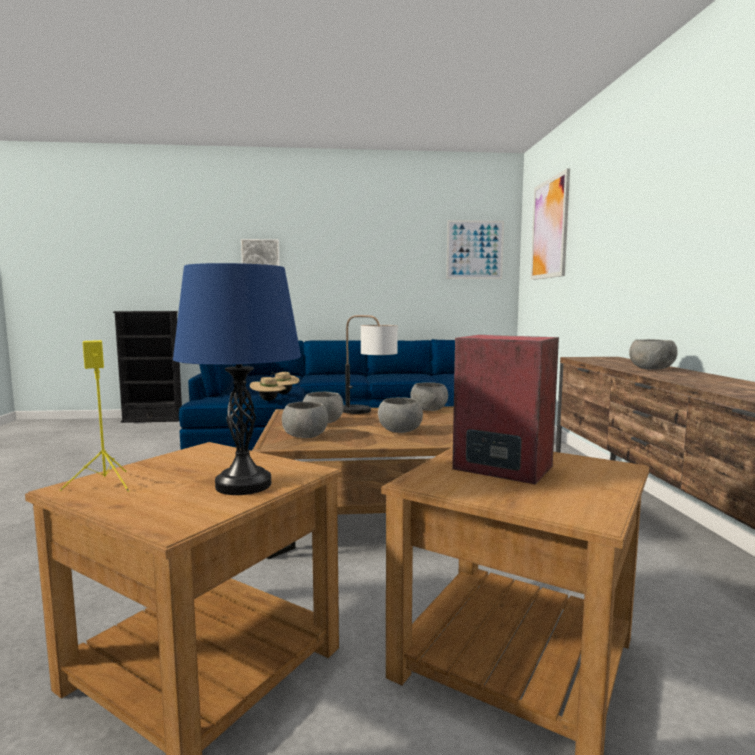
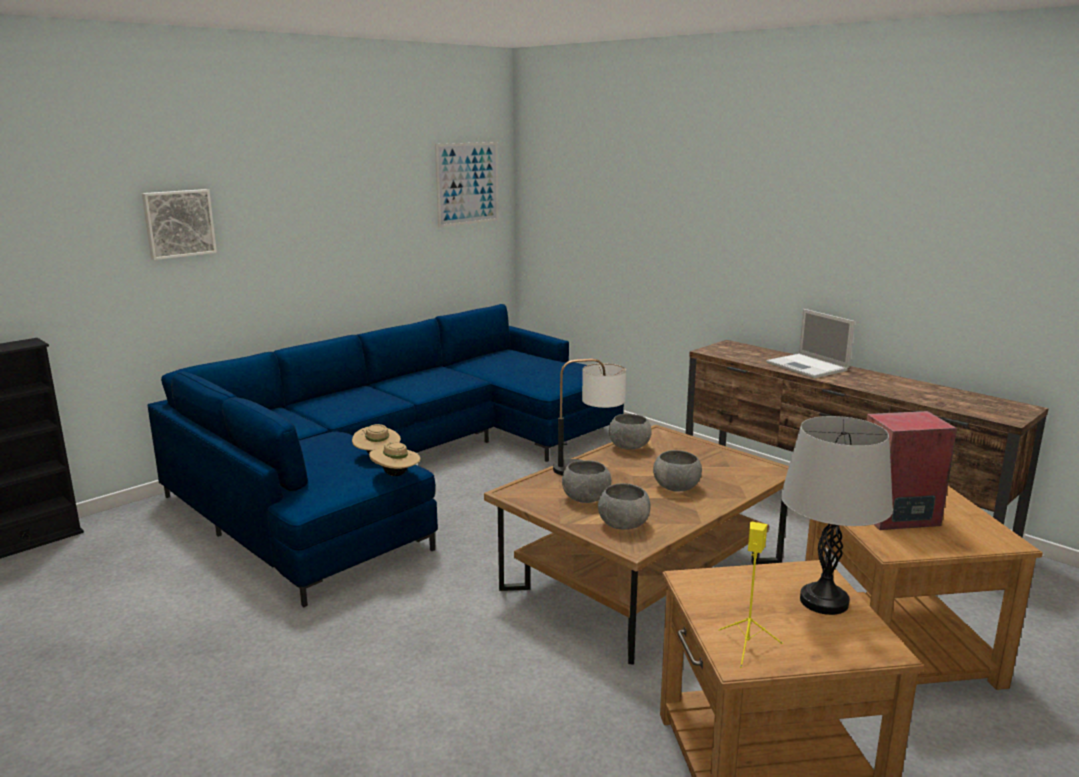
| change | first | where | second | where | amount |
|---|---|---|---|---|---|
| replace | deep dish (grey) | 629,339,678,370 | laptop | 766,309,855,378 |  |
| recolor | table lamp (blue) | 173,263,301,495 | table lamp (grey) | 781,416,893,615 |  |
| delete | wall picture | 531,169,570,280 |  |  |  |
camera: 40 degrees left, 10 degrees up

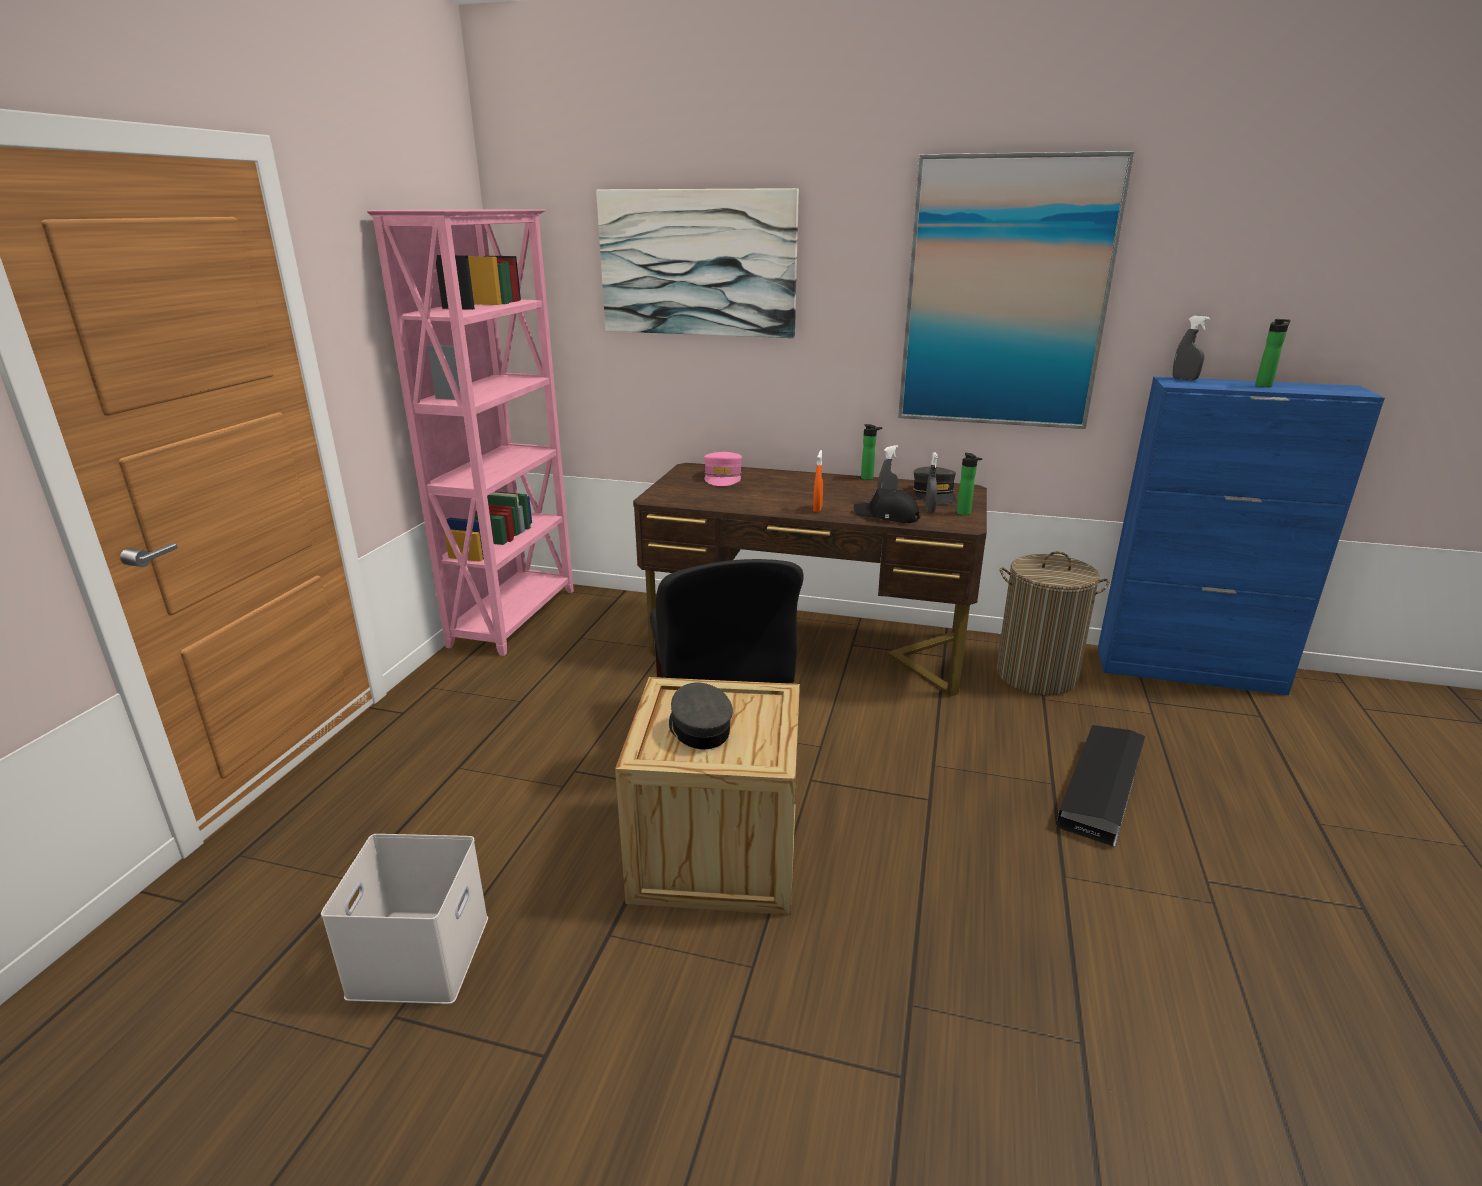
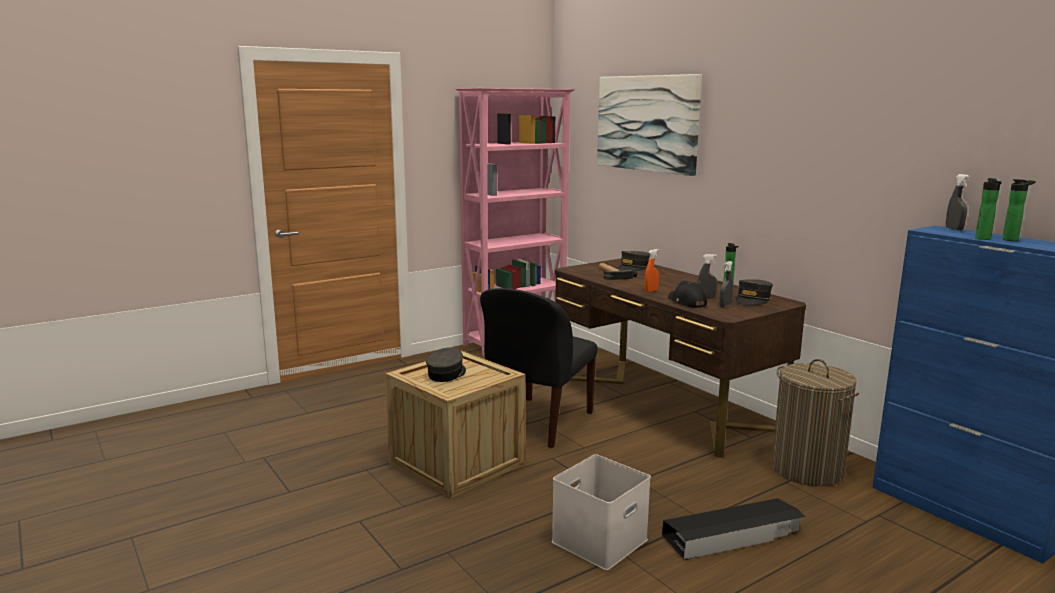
| change | first | where | second | where | amount |
|---|---|---|---|---|---|
| move | storage box (white-coloured) | 321,834,488,1004 |  | 552,454,651,570 |  |
| insert |  |  | hammer | 599,263,637,280 |  |
| recolor | baseball cap (pinkish) | 704,452,742,486 | baseball cap (grey) | 617,251,650,271 |  |
| move | drink bottle | 957,453,982,515 |  | 975,178,1002,240 |  |
| delete | wall picture | 898,151,1134,429 |  |  |  |
camera: 40 degrees right, 10 degrees down

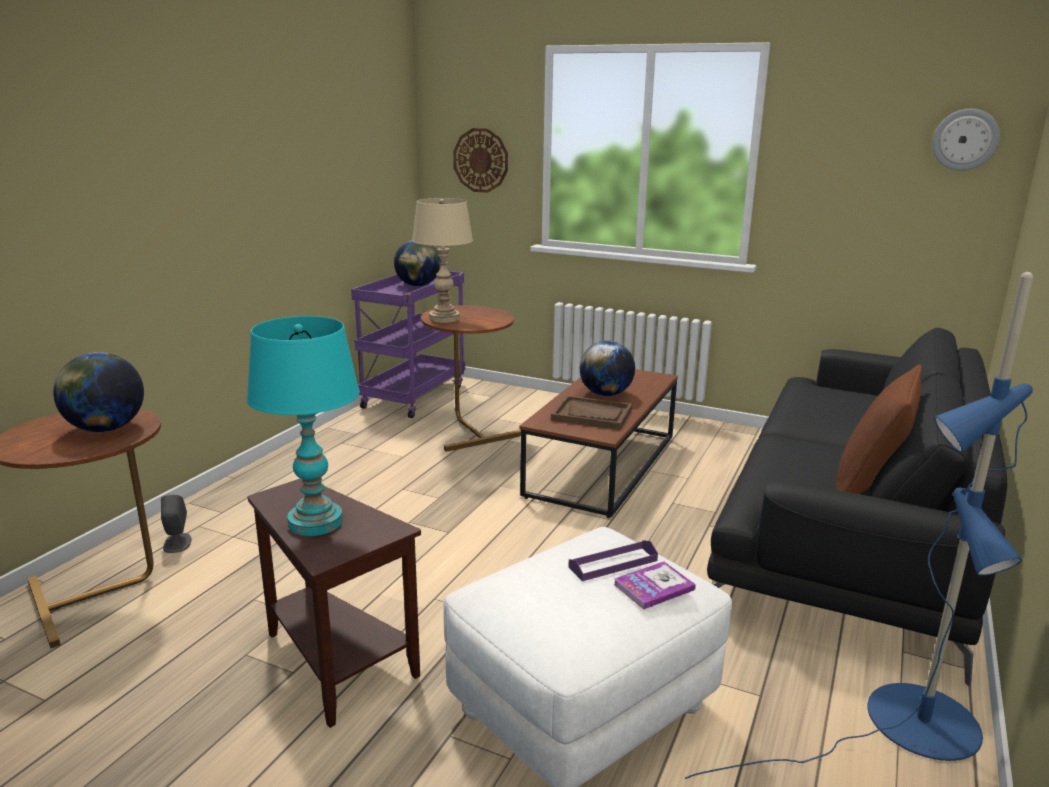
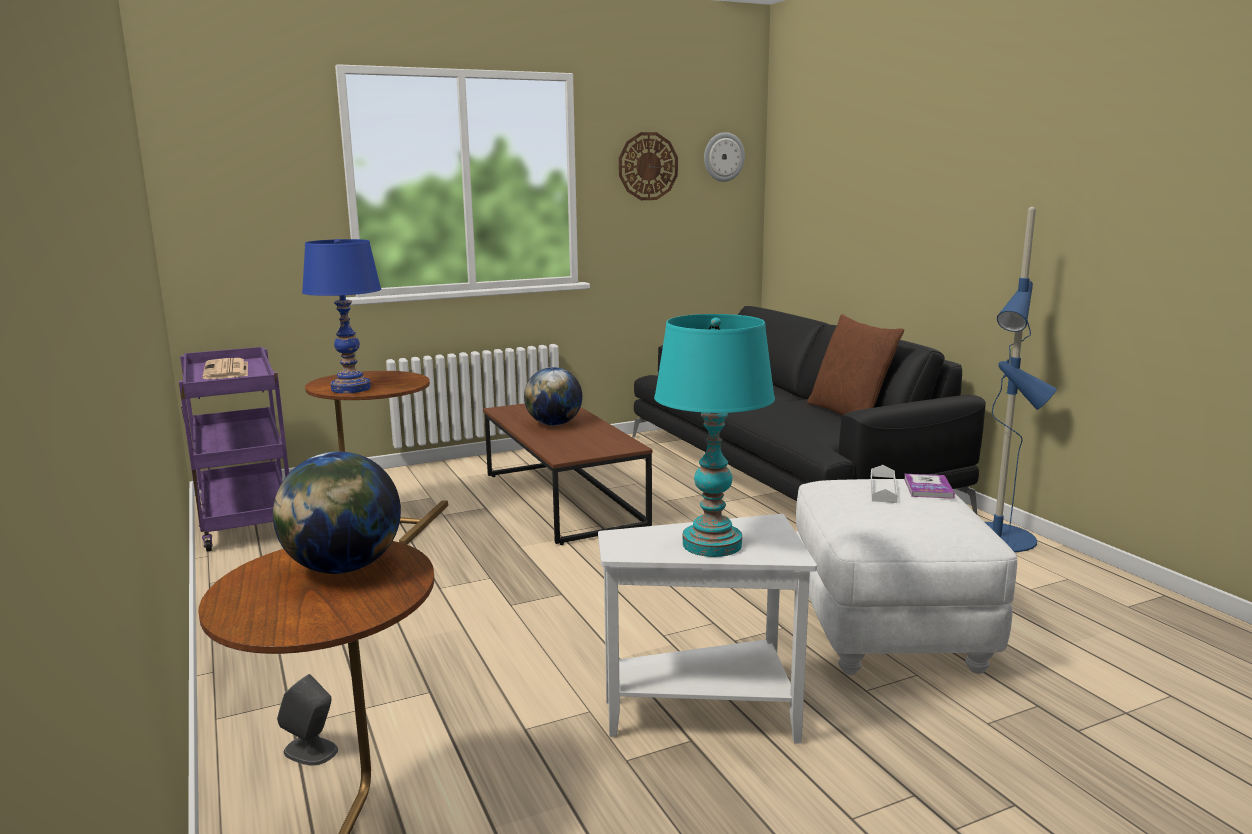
| change | first | where | second | where | amount |
|---|---|---|---|---|---|
| replace | globe | 394,240,440,286 | daily paper | 203,358,248,379 |  |
| recolor | table lamp (beige-coloured) | 412,198,473,323 | table lamp (blue) | 302,239,381,393 |  |
| recolor | end table (brown-coloured) | 248,478,421,728 | end table (white-coloured) | 598,514,817,744 |  |
| move | clock on the wall | 453,128,508,193 |  | 619,132,678,200 |  |
| recolor | carrying tray (purplish) | 568,540,658,581 | carrying tray (white-coloured) | 871,465,898,503 |  |
| delete | carrying tray (brown-coloured) | 551,396,632,430 |  |  |  |
camera: 50 degrees left, 5 degrees down

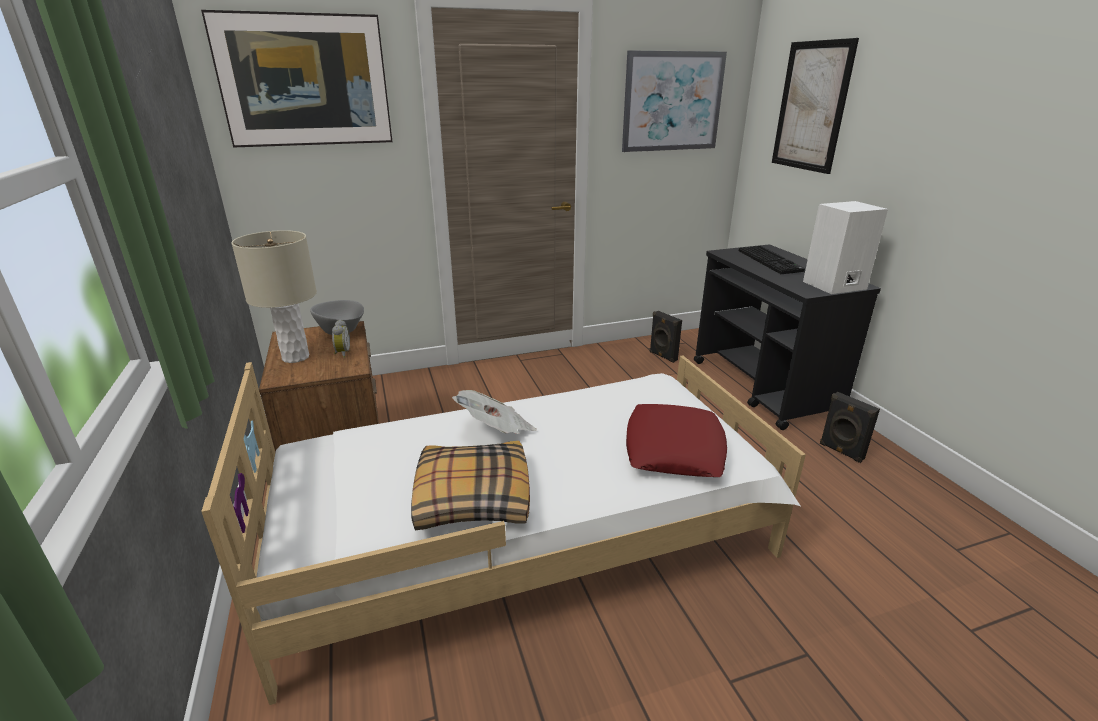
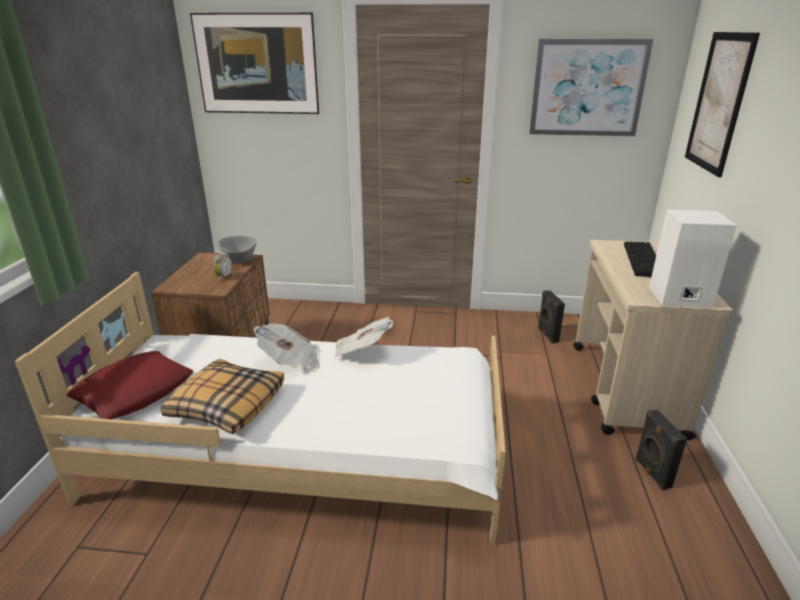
| change | first | where | second | where | amount |
|---|---|---|---|---|---|
| move | throw pillow (red) | 626,404,727,477 |  | 66,351,193,419 |  |
| insert |  |  | daily paper | 335,317,393,357 |  |
| recolor | trolley (black) | 694,245,881,430 | trolley (beige-coloured) | 573,240,733,440 |  |
| delete | table lamp (beige-coloured) | 231,230,317,363 |  |  |  |
camera: 25 degrees right, 0 degrees up

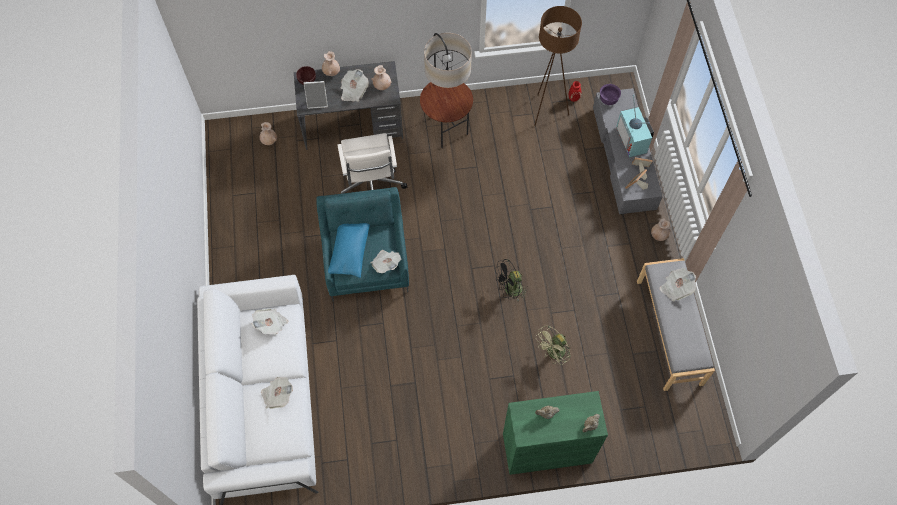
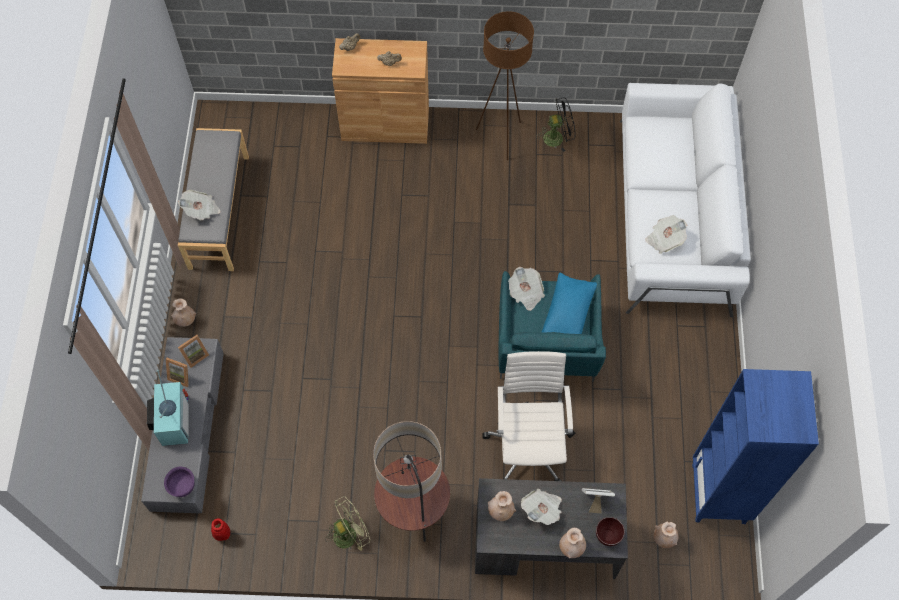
| change | first | where | second | where | amount |
|---|---|---|---|---|---|
| move | electric fan (greenish) | 535,326,571,364 |  | 325,496,370,551 |  |
| recolor | cupboard (greenish) | 503,391,608,475 | cupboard (brown-coloured) | 332,38,429,144 |  |
| move | standard lamp (brown-coloured) | 534,6,582,126 |  | 476,11,534,160 |  |
| move | electric fan (black) | 495,259,529,301 |  | 538,98,576,152 |  |
| insert |  |  | bookshelf (blue) | 692,369,819,524 |  |
| delete | daily paper | 261,377,293,409 |  |  |  |
camera: 170 degrees left, 0 degrees up

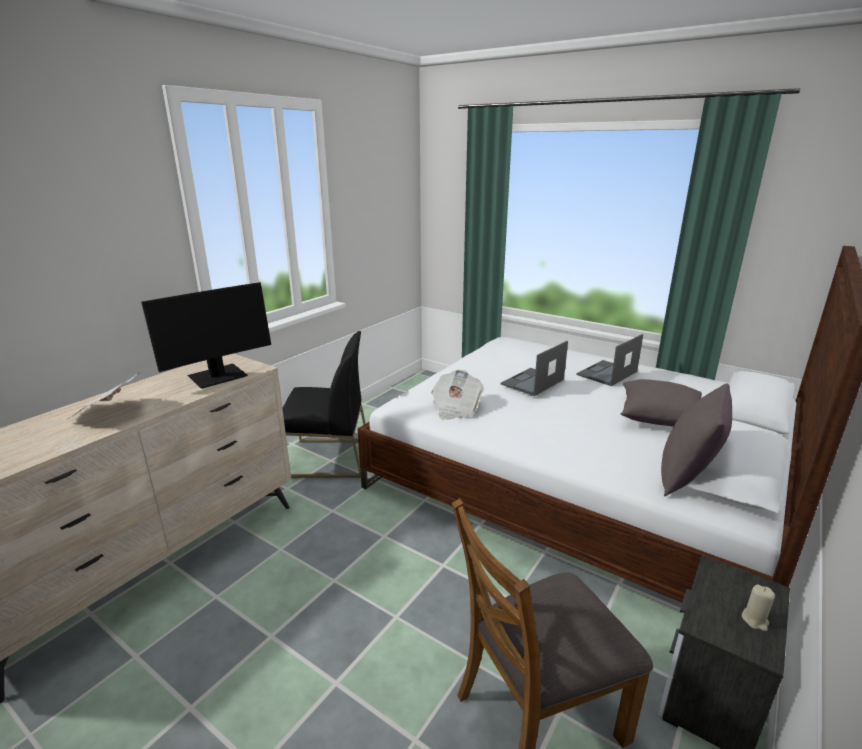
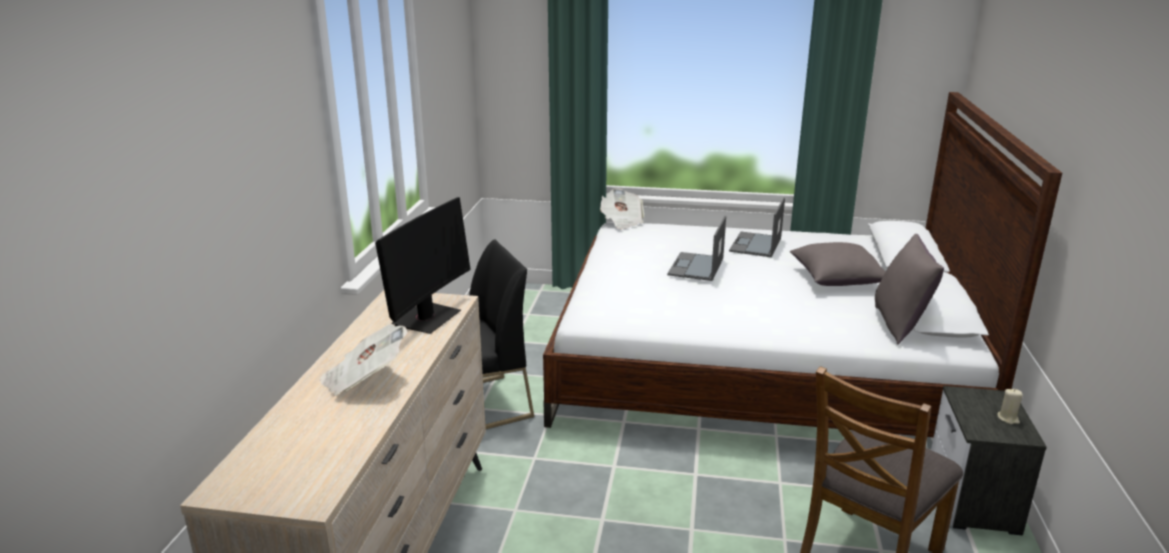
| change | first | where | second | where | amount |
|---|---|---|---|---|---|
| move | daily paper | 431,370,484,420 |  | 600,188,644,230 |  |
camera: 25 degrees left, 0 degrees up

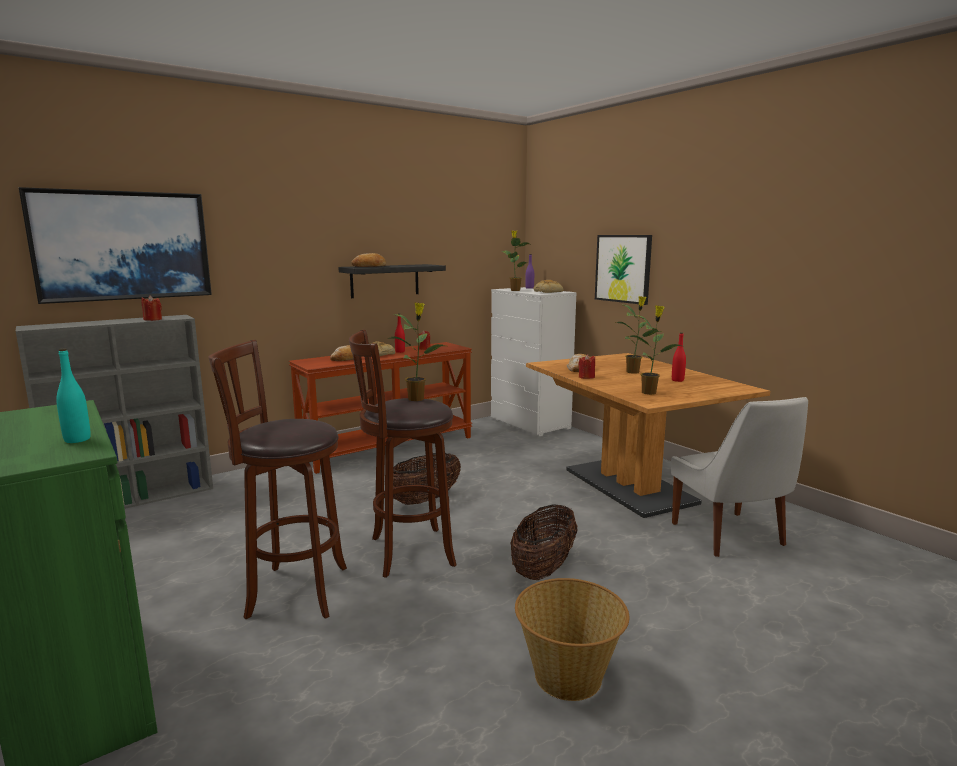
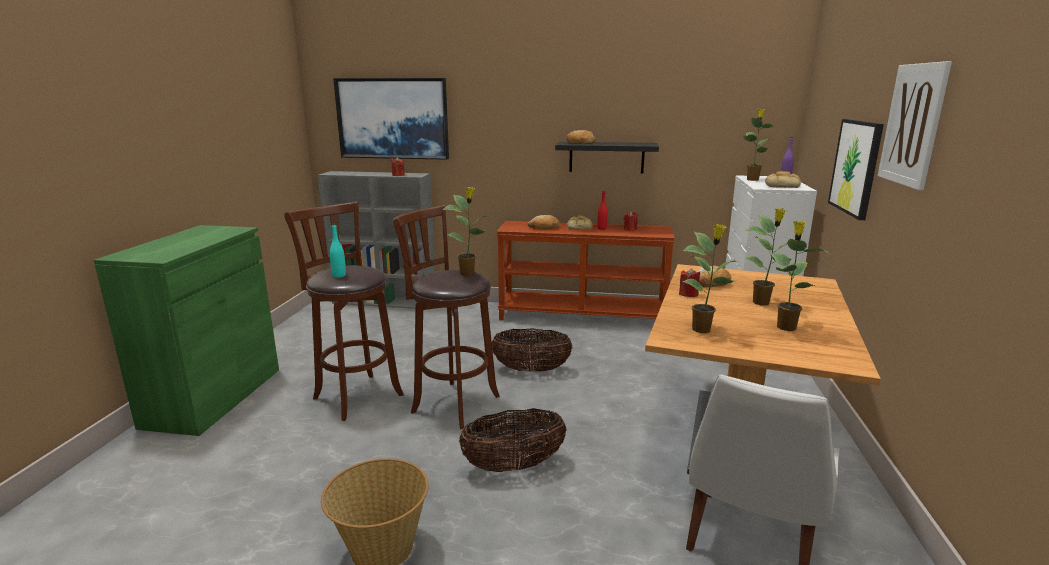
| change | first | where | second | where | amount |
|---|---|---|---|---|---|
| move | drink bottle (turquoise-coloured) | 56,348,91,443 |  | 330,224,346,278 |  |
| replace | drink bottle (red) | 672,333,686,382 | houseplant | 770,221,828,331 |  |
| insert |  |  | wall picture | 878,61,952,190 |  |
camera: 45 degrees right, 5 degrees up

